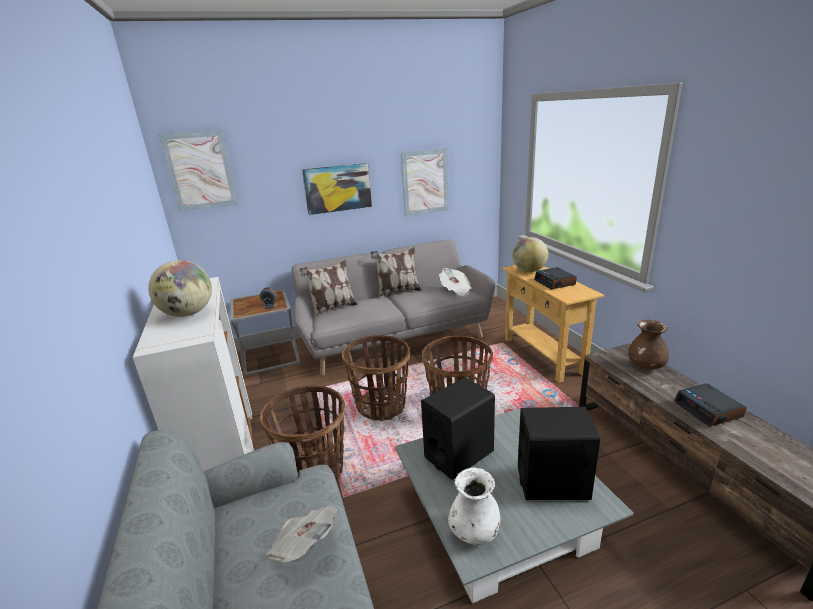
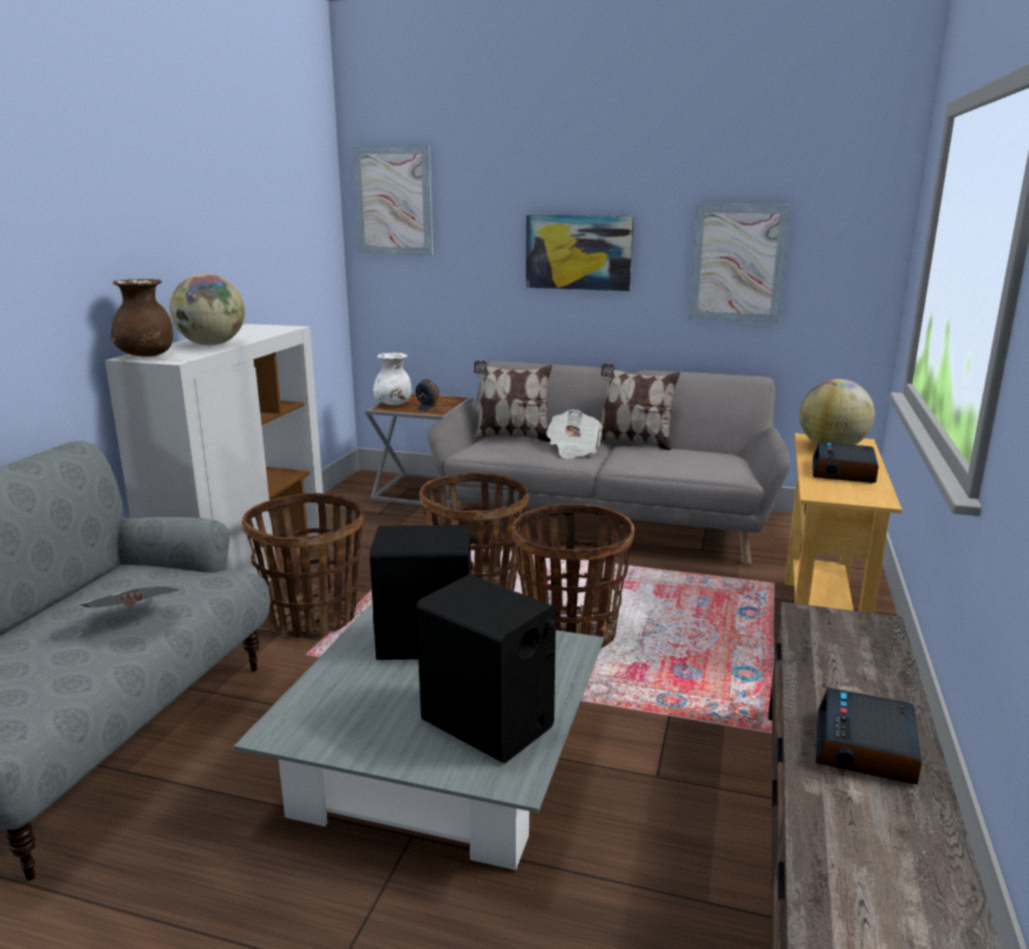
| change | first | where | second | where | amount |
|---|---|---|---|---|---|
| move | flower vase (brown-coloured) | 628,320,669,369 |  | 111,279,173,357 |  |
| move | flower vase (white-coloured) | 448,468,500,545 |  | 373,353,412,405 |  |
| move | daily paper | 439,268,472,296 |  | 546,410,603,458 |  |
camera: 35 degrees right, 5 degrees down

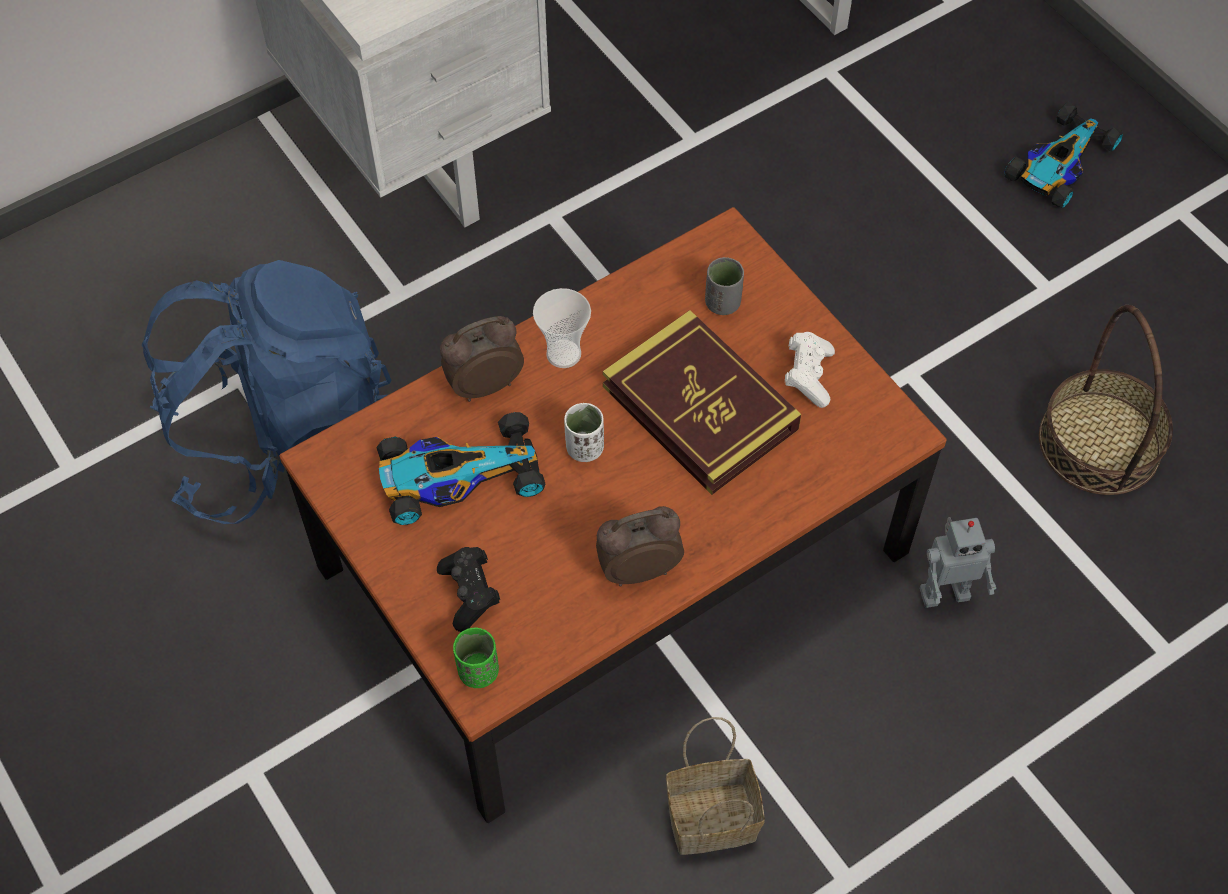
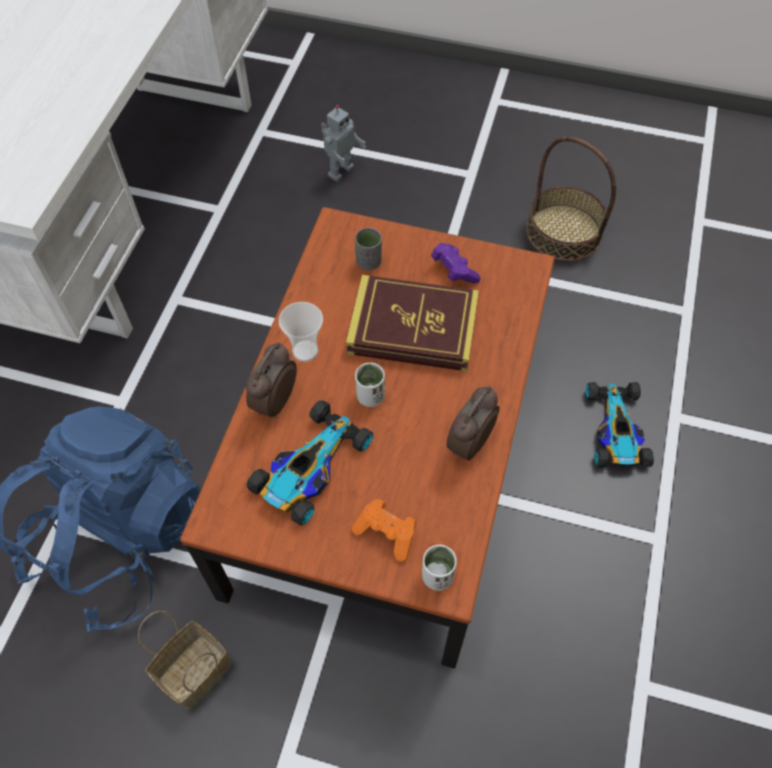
| change | first | where | second | where | amount |
|---|---|---|---|---|---|
| move | basket | 666,717,765,855 |  | 138,611,231,710 |  |
| move | model robot | 919,517,996,608 |  | 321,105,366,182 |  |
| recolor | gamepad (black) | 437,547,500,632 | gamepad (orangey) | 352,499,416,562 |  |
| recolor | small cup (greenish) | 453,627,499,688 | small cup (white-coloured) | 422,545,457,591 |  |
| recolor | gamepad (white-coloured) | 785,332,835,408 | gamepad (purplish) | 431,243,481,283 |  |
| move | toy car | 1004,102,1123,208 |  | 586,382,654,468 |  |
camera: 40 degrees left, 0 degrees up

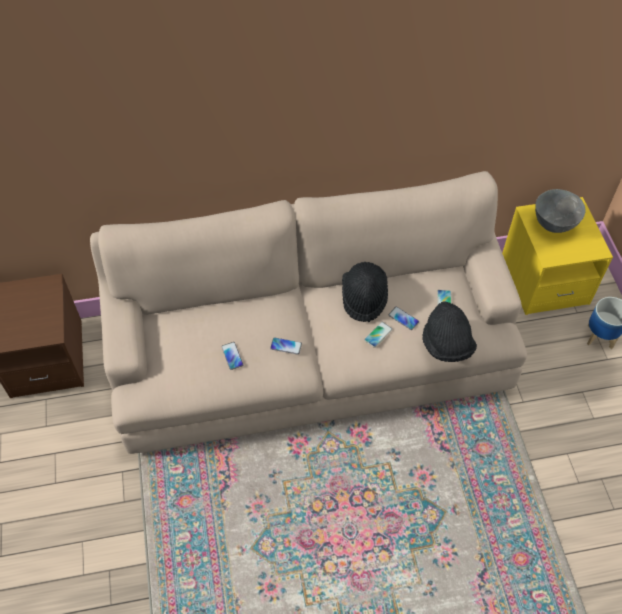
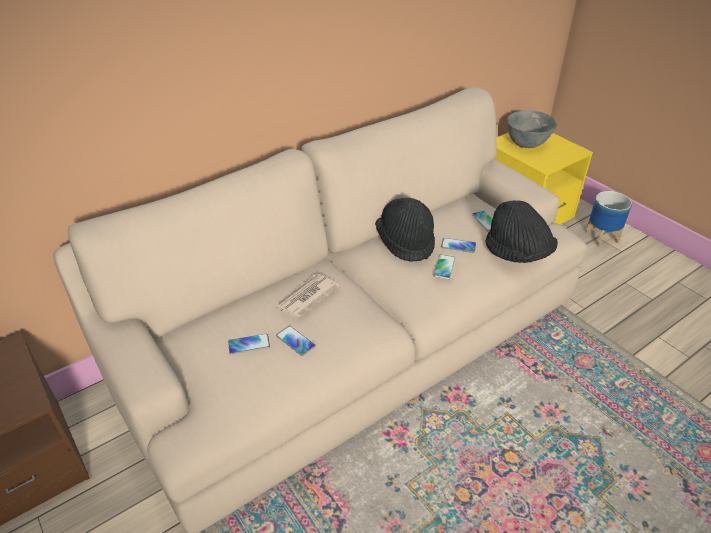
| change | first | where | second | where | amount |
|---|---|---|---|---|---|
| move | telephone | 270,337,302,355 |  | 228,334,270,355 |  |
| insert |  |  | daily paper | 275,274,339,318 |  |
camera: 25 degrees left, 15 degrees down

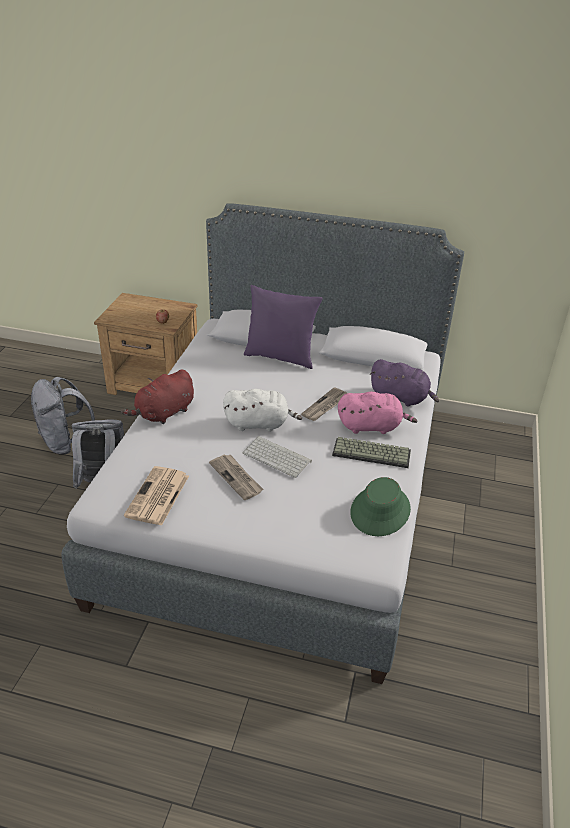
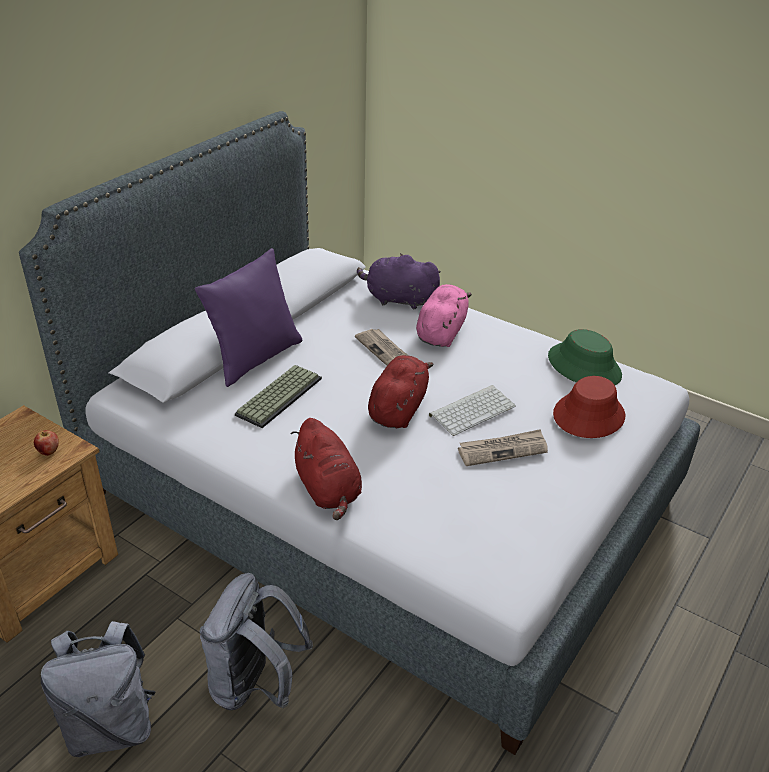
| change | first | where | second | where | amount |
|---|---|---|---|---|---|
| move | PC keyboard | 332,437,411,468 |  | 235,365,322,428 |  |
| rotate | plush toy (purplish) | 370,359,439,406 |  | 357,253,441,309 | 120 degrees counterclockwise |
| recolor | plush toy (white-coloured) | 223,389,302,432 | plush toy (red) | 368,355,434,428 |  |
| insert |  |  | clothing hat (red) | 553,376,625,438 |  |
| delete | daily paper | 124,466,189,526 |  |  |  |
camera: 70 degrees left, 0 degrees up

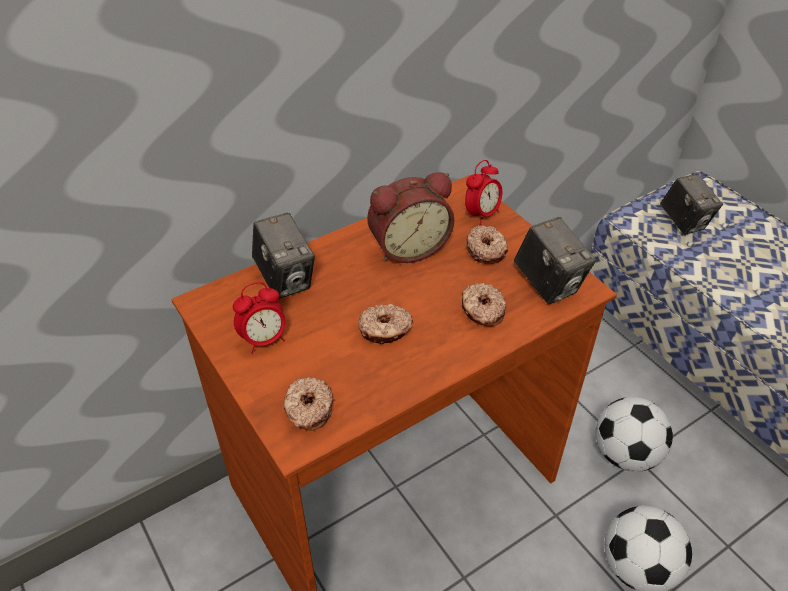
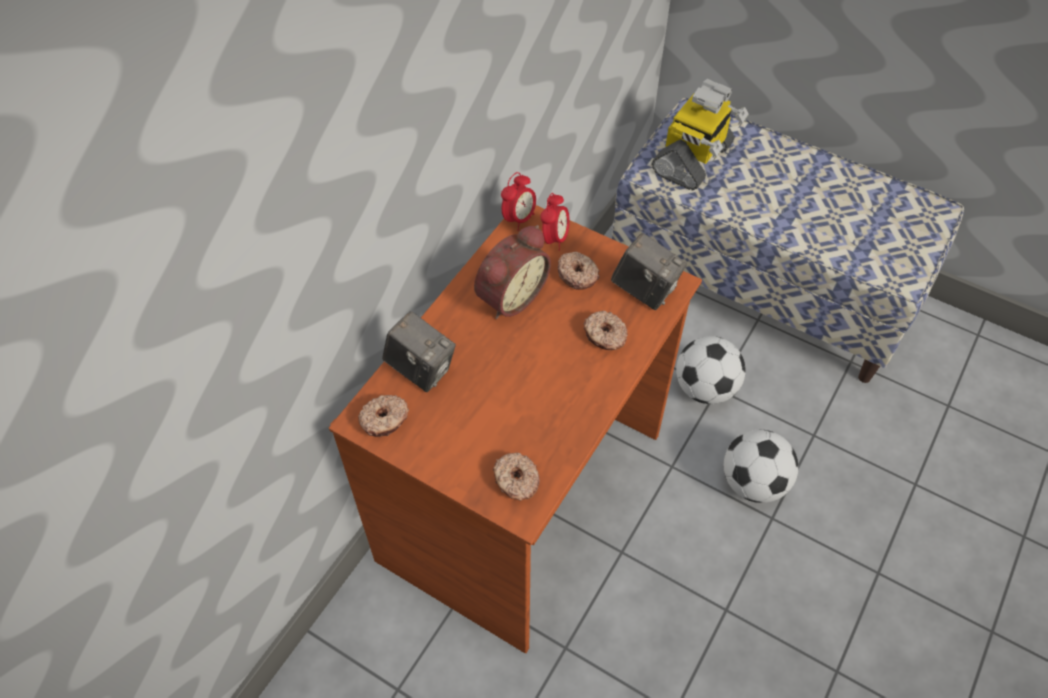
| change | first | where | second | where | amount |
|---|---|---|---|---|---|
| move | ring doughnut | 358,304,413,344 |  | 358,395,409,437 |  |
| move | alarm clock | 233,282,286,354 |  | 501,172,536,231 |  |
| replace | photo camera | 660,174,723,235 | model robot | 651,79,749,190 |  |
camera: 25 degrees left, 10 degrees up

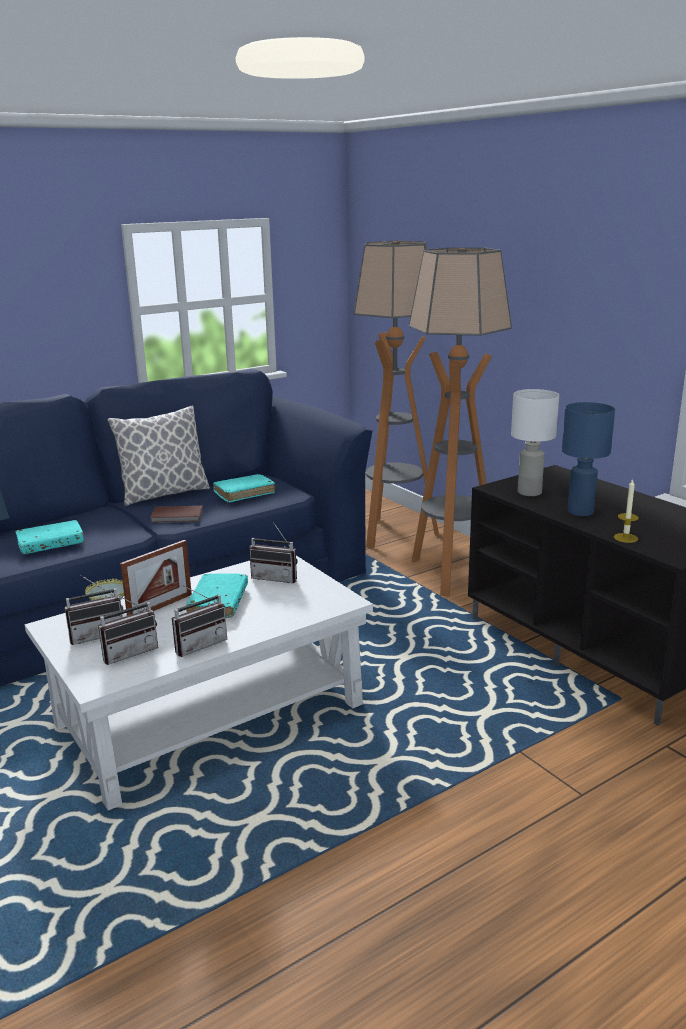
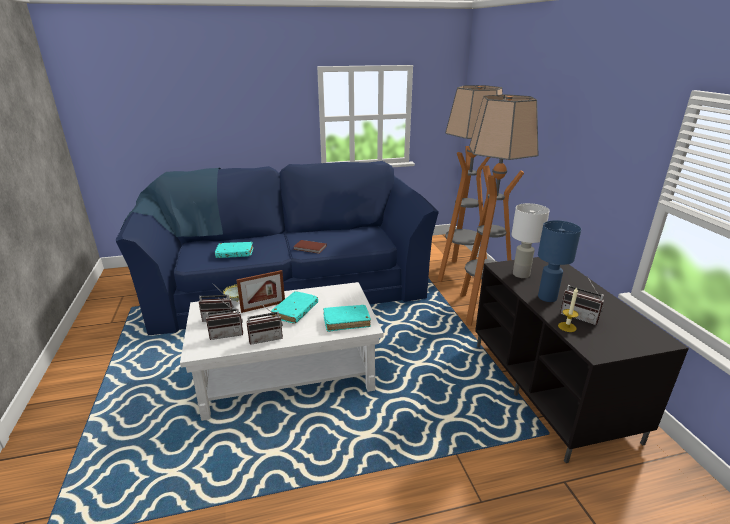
| change | first | where | second | where | amount |
|---|---|---|---|---|---|
| move | book (turquoise-coloured) | 213,474,275,503 |  | 323,305,371,332 |  |
| move | radio | 249,522,298,583 |  | 560,276,604,325 |  |
| delete | throw pillow | 108,406,210,506 |  |  |  |
camera: 20 degrees right, 5 degrees up

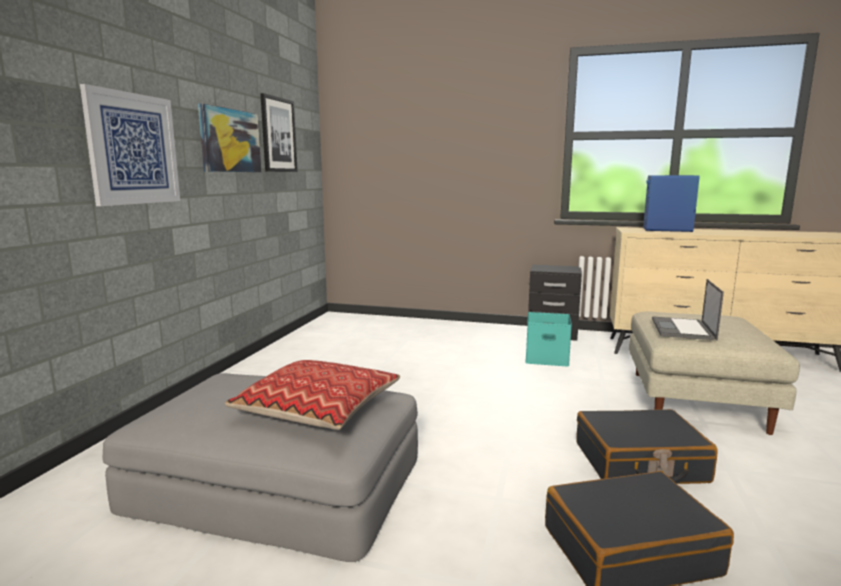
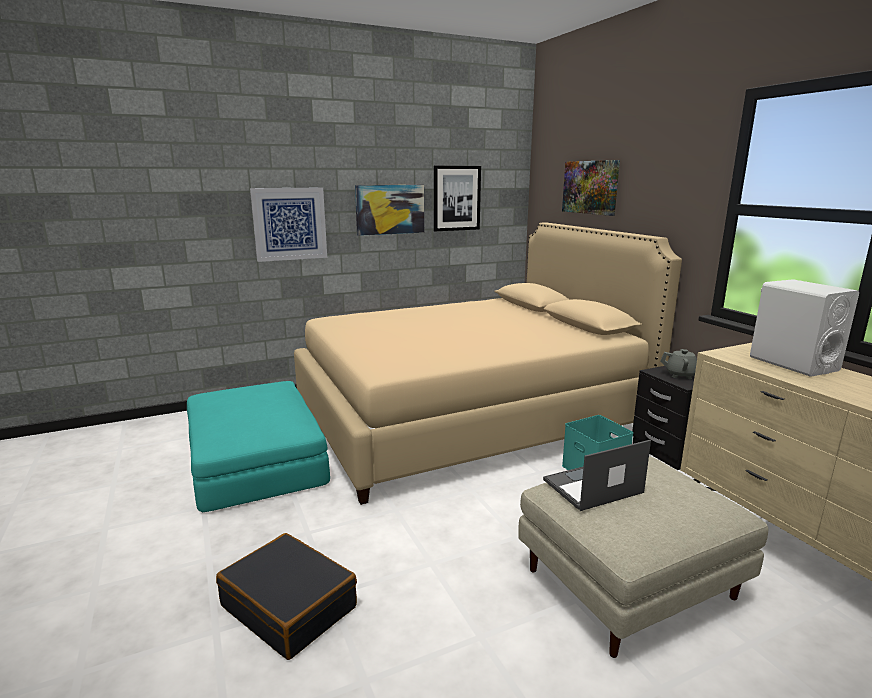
| change | first | where | second | where | amount |
|---|---|---|---|---|---|
| recolor | ottoman (grey) | 102,373,418,562 | ottoman (turquoise-coloured) | 187,381,330,512 |  |
| insert |  |  | bed (beige-coloured) | 294,222,682,505 |  |
| insert |  |  | wall picture | 562,160,620,216 |  |
| insert |  |  | teapot (grey) | 660,349,697,379 |  |
| recolor | speaker (blue) | 643,175,700,232 | speaker (white-coloured) | 750,279,859,377 |  |
| delete | throw pillow | 225,360,400,430 |  |  |  |
| delete | travel case (black) | 576,409,717,484 |  |  |  |
camera: 50 degrees right, 5 degrees up

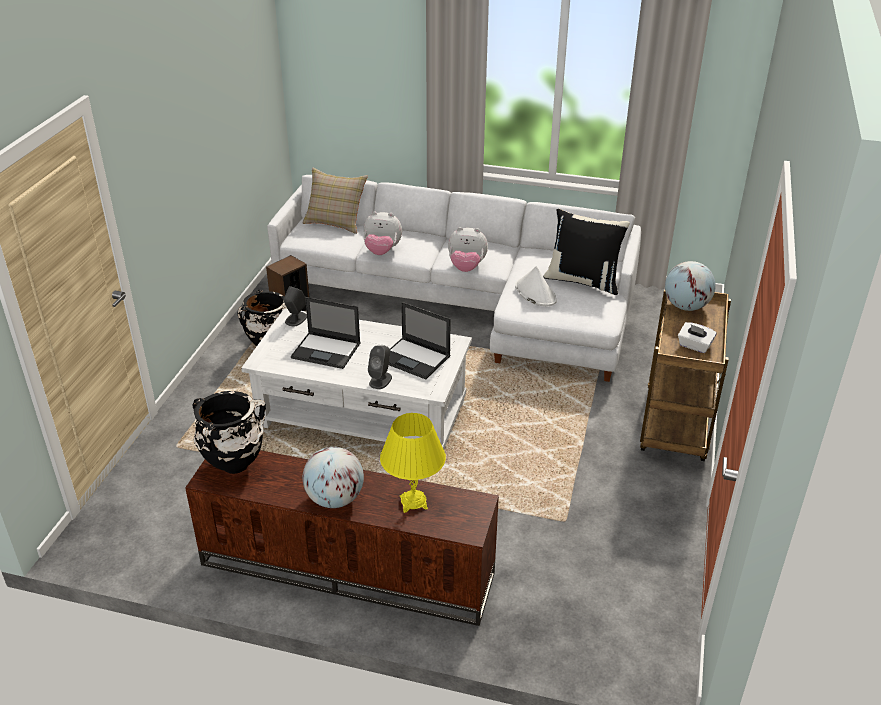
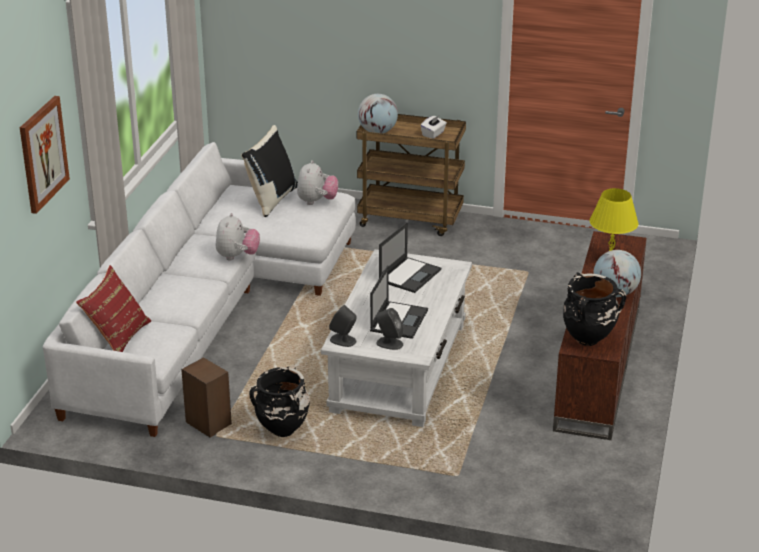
| change | first | where | second | where | amount |
|---|---|---|---|---|---|
| insert |  |  | wall picture | 20,96,70,214 |  |
| recolor | throw pillow (beige-coloured) | 302,168,368,234 | throw pillow (red) | 76,265,151,352 |  |
| move | plush toy | 364,211,402,255 |  | 297,160,338,205 |  |
| move | speaker (grey) | 368,345,392,389 |  | 376,308,404,350 |  |
| delete | clothing hat (white-coloured) | 515,266,557,307 |  |  |  |
camera: 90 degrees left, 5 degrees down

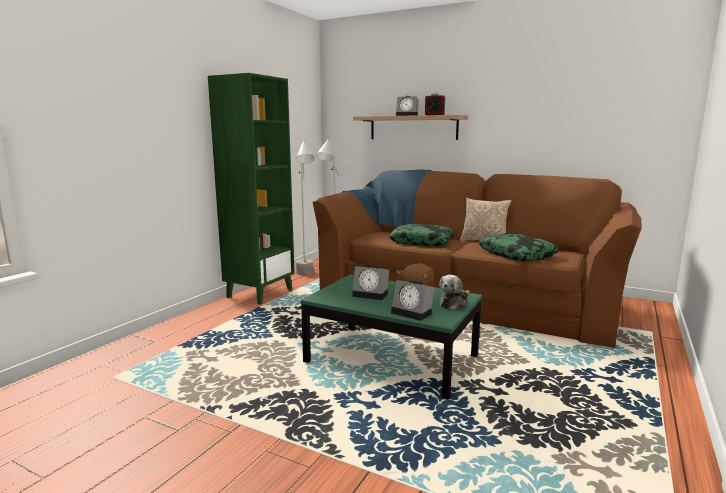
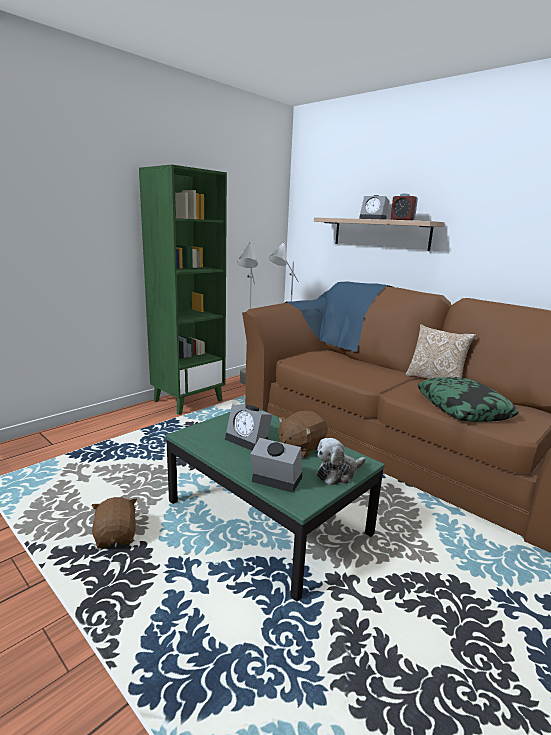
| change | first | where | second | where | amount |
|---|---|---|---|---|---|
| insert |  |  | plush toy (brown-coloured) | 91,497,137,548 |  |
| rotate | alarm clock | 391,280,435,321 |  | 250,438,302,493 | 150 degrees clockwise |
| delete | throw pillow | 389,224,454,246 |  |  |  |
camera: 15 degrees right, 5 degrees up

